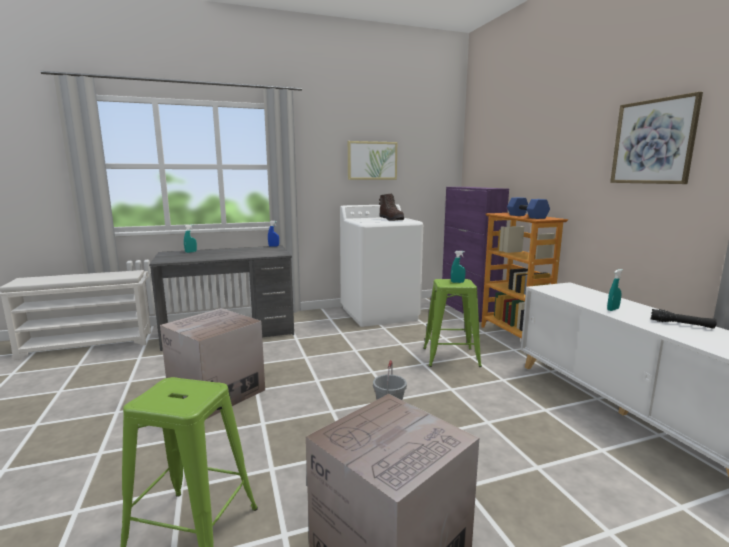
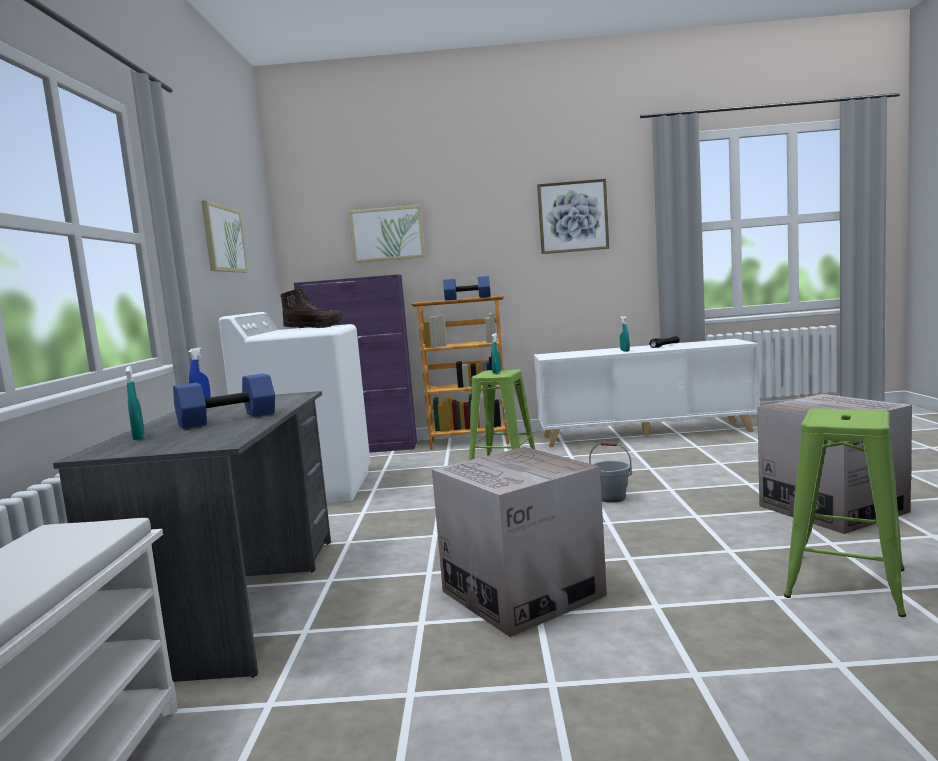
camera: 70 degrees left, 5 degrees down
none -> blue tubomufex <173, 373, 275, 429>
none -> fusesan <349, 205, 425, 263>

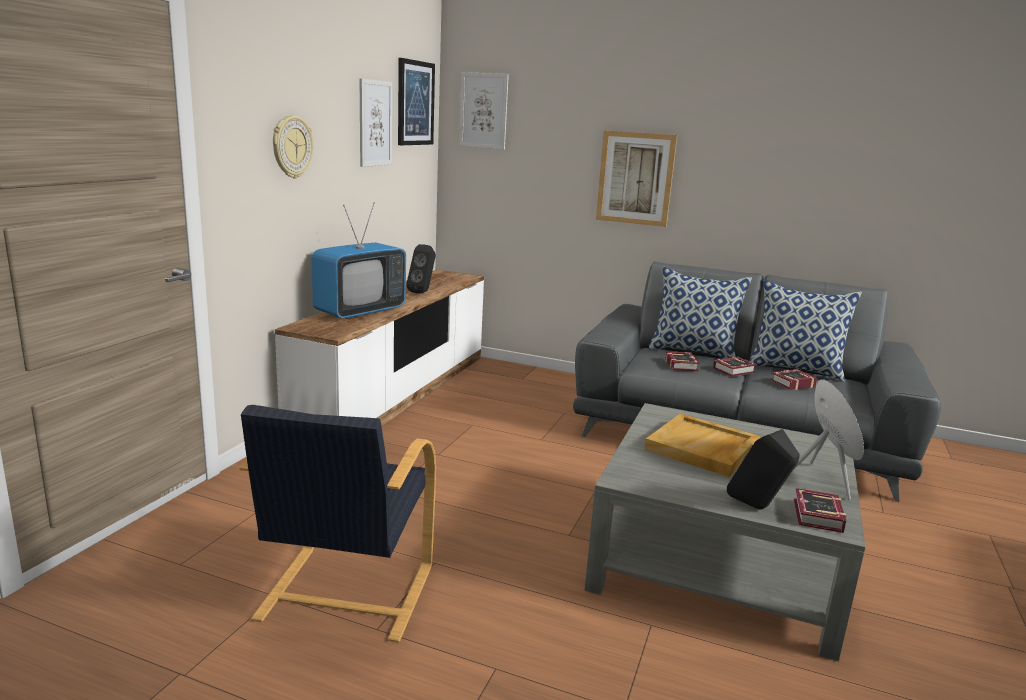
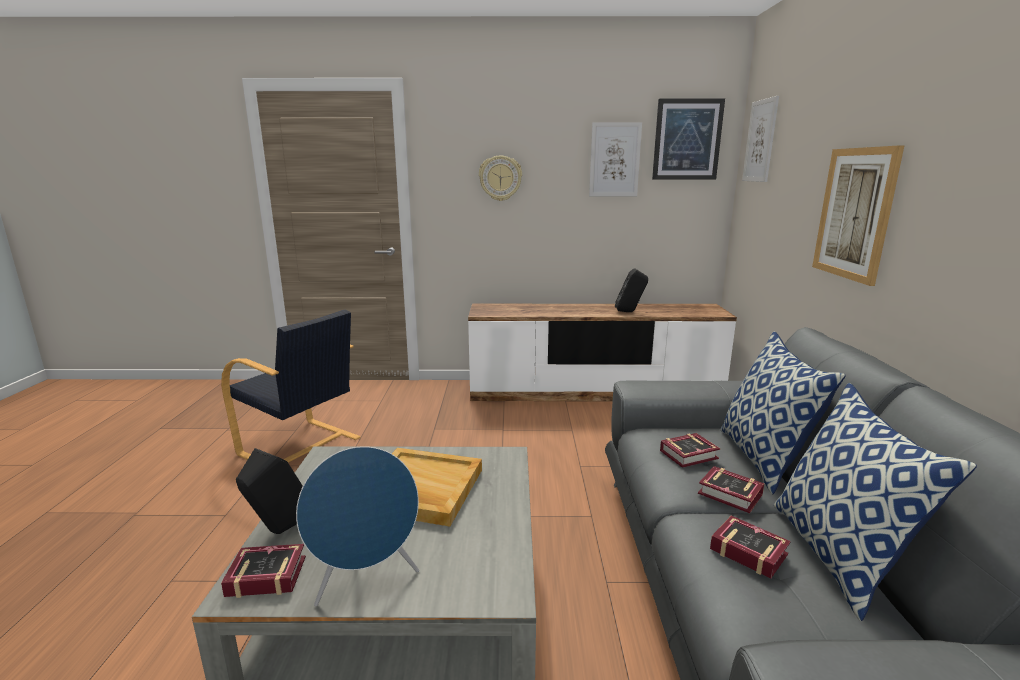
camera: 70 degrees right, 0 degrees up
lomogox <312, 204, 406, 319> -> none
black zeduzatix <239, 405, 436, 642> -> black zeduzatix <221, 310, 361, 463>, 135 degrees counterclockwise

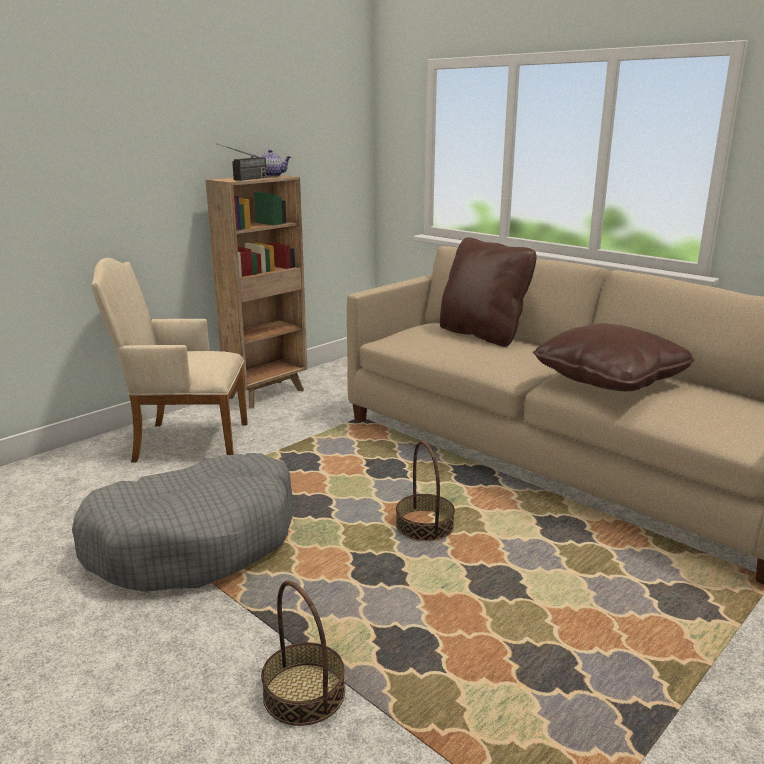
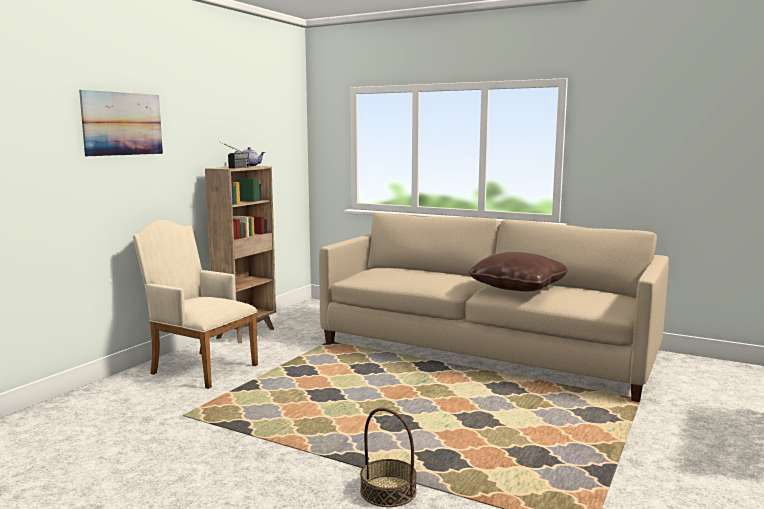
camera: 15 degrees left, 10 degrees down
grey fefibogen <72, 453, 293, 592> -> none
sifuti <396, 441, 455, 541> -> none
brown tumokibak <440, 237, 537, 347> -> none
none -> fusesan <79, 90, 163, 156>
beige zeduzatix <91, 258, 248, 463> -> beige zeduzatix <133, 220, 258, 389>, 45 degrees clockwise

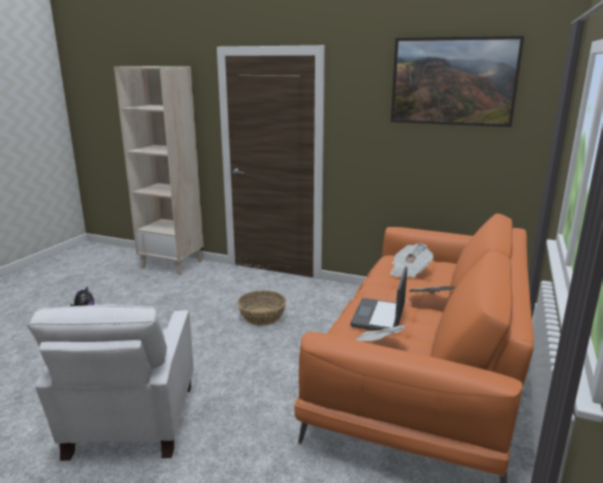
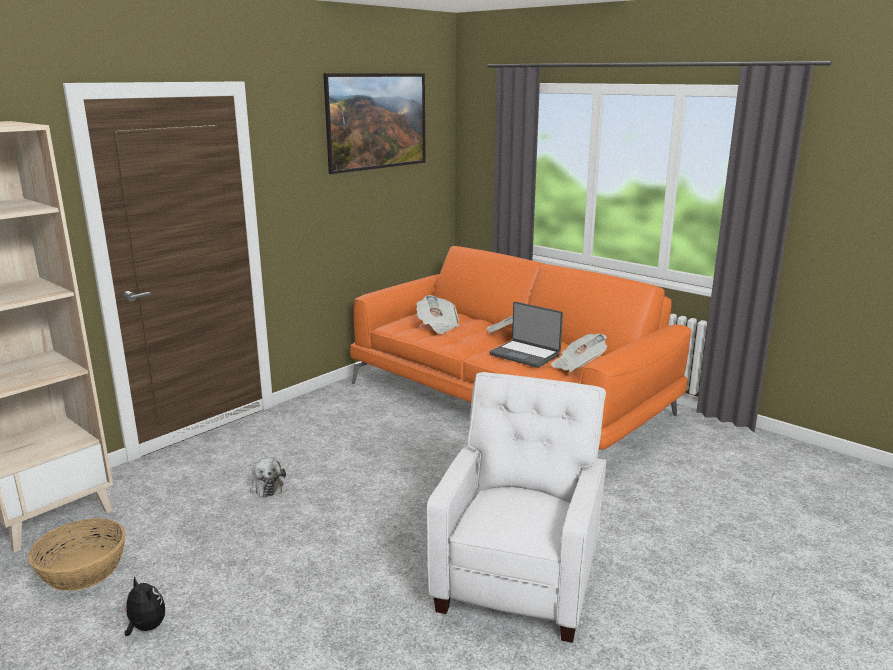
camera: 70 degrees left, 0 degrees up
none -> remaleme <250, 458, 286, 497>
sifuti <237, 290, 286, 325> -> sifuti <28, 518, 126, 591>, move
white zeduzatix <27, 304, 194, 461> -> white zeduzatix <427, 372, 606, 643>, 90 degrees counterclockwise

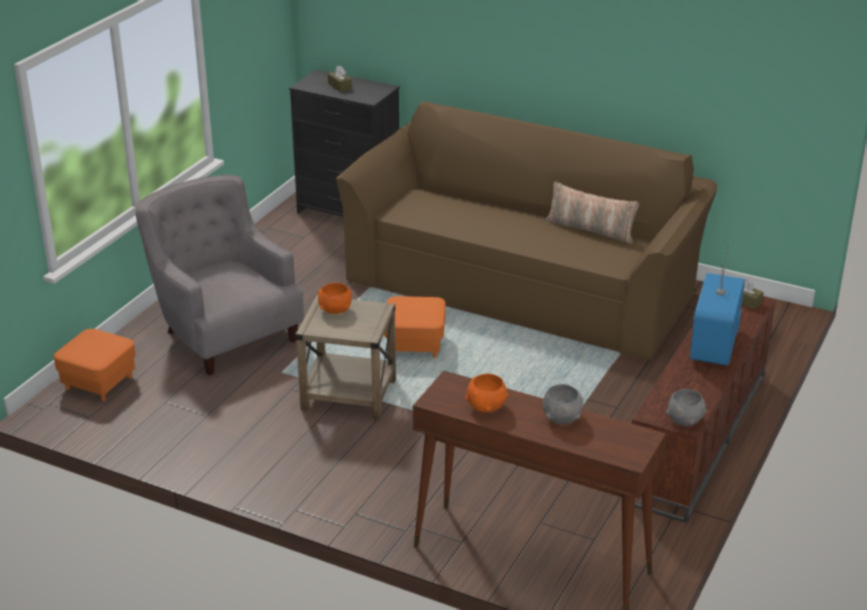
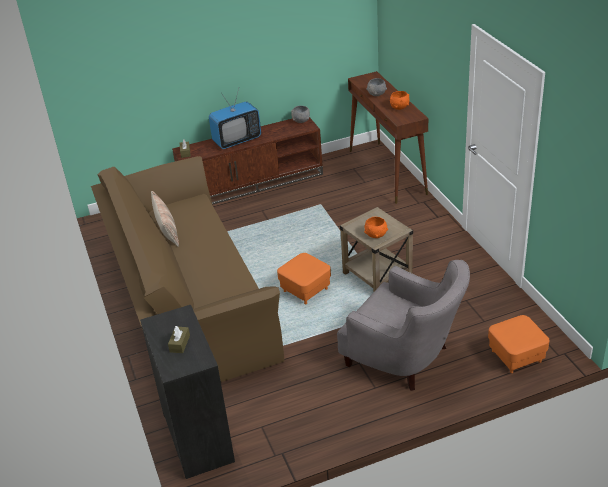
camera: 135 degrees left, 5 degrees up
grey zeduzatix <136, 175, 304, 376> -> grey zeduzatix <337, 260, 470, 391>, 60 degrees counterclockwise

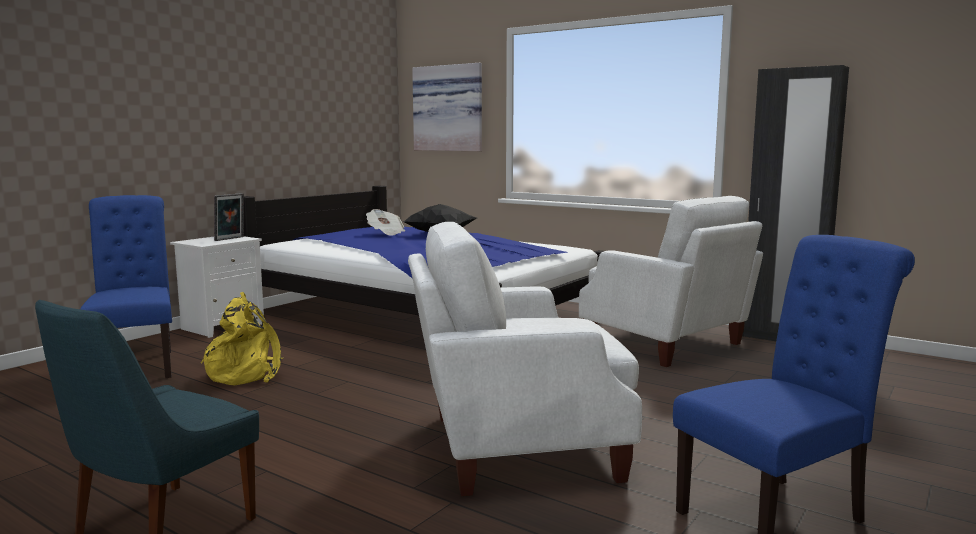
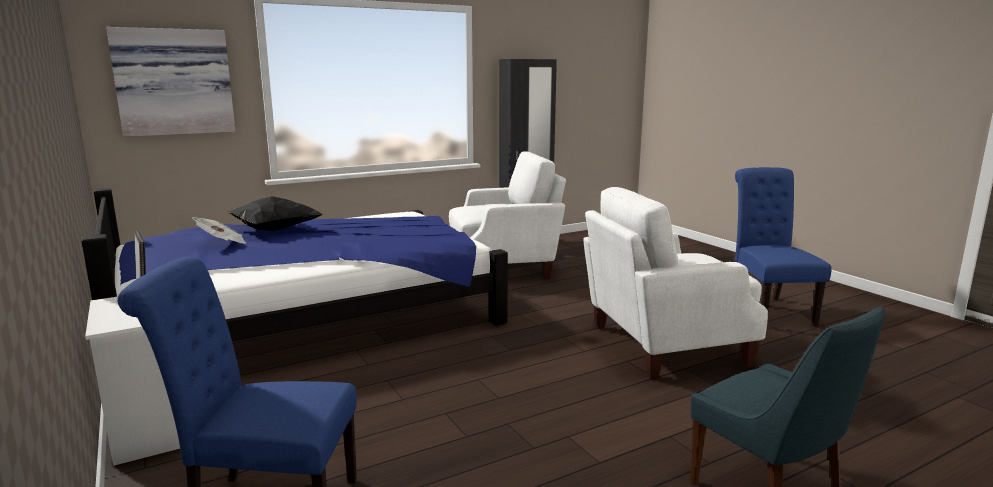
camera: 65 degrees left, 5 degrees up
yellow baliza <201, 292, 284, 385> -> none
white zeduzatix <408, 222, 642, 496> -> white zeduzatix <583, 187, 768, 379>, 60 degrees clockwise

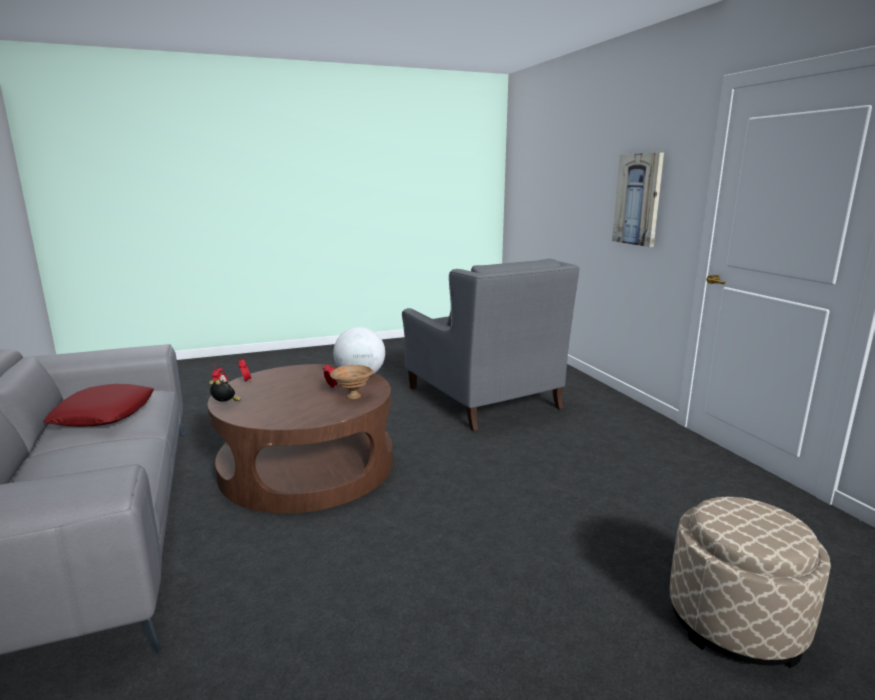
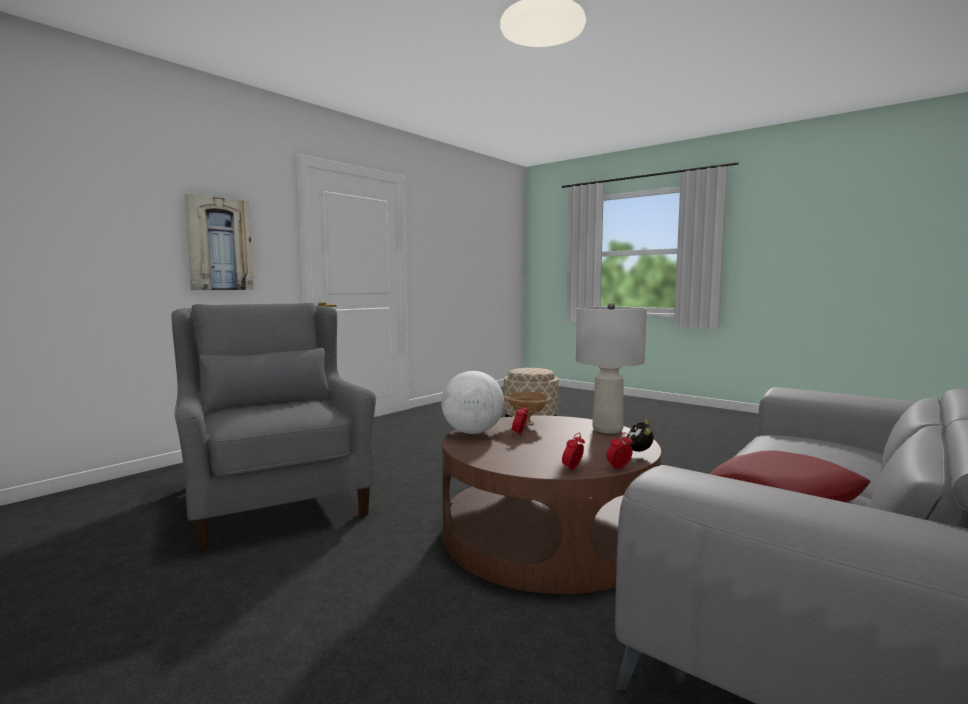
camera: 120 degrees left, 10 degrees down
none -> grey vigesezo <576, 303, 647, 434>
grey zeduzatix <402, 258, 580, 431> -> grey zeduzatix <171, 303, 376, 551>, 60 degrees counterclockwise

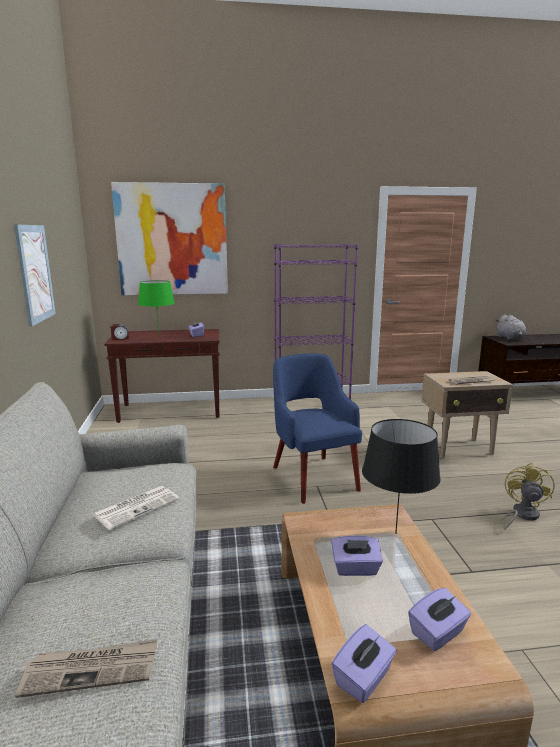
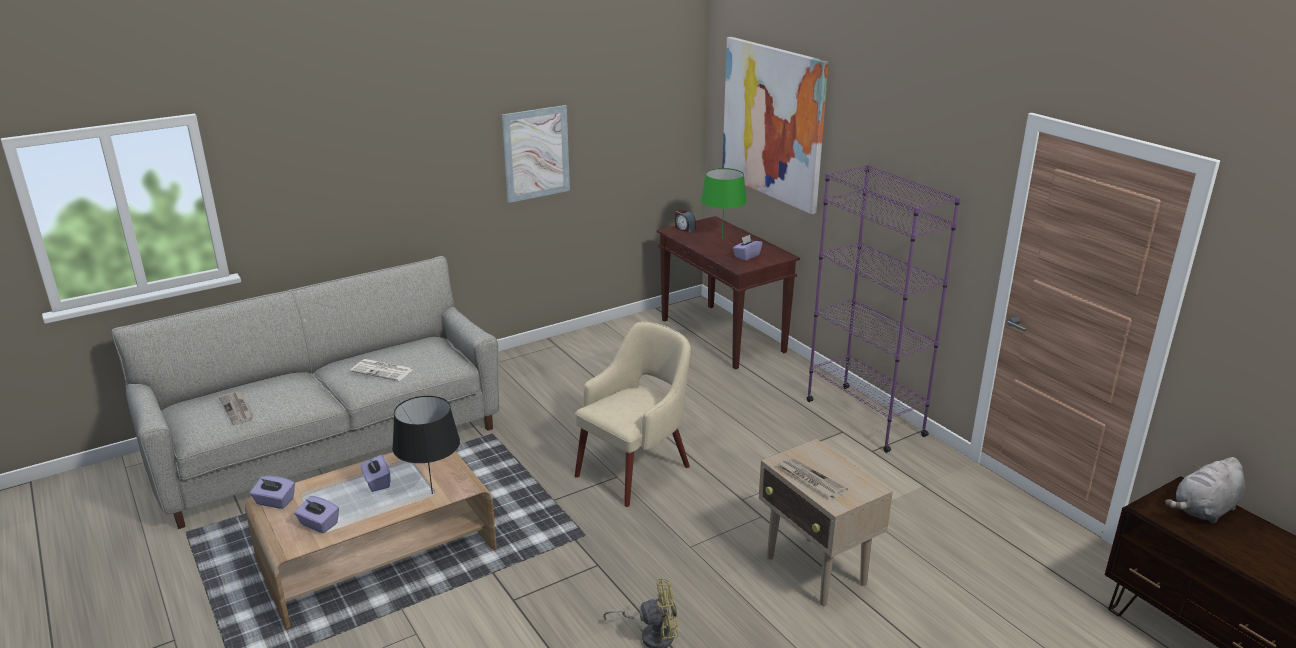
camera: 65 degrees right, 10 degrees up
blue zeduzatix <273, 354, 362, 504> -> beige zeduzatix <575, 322, 691, 507>

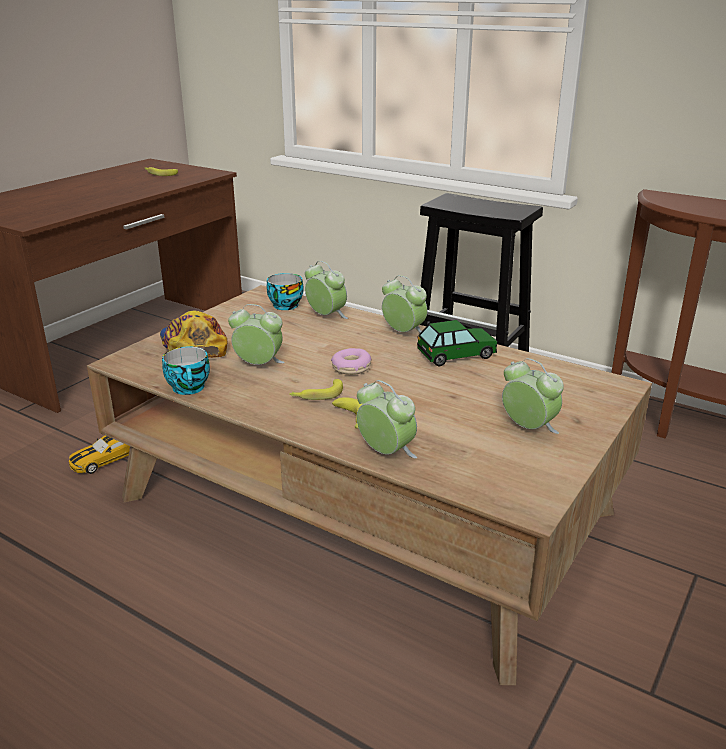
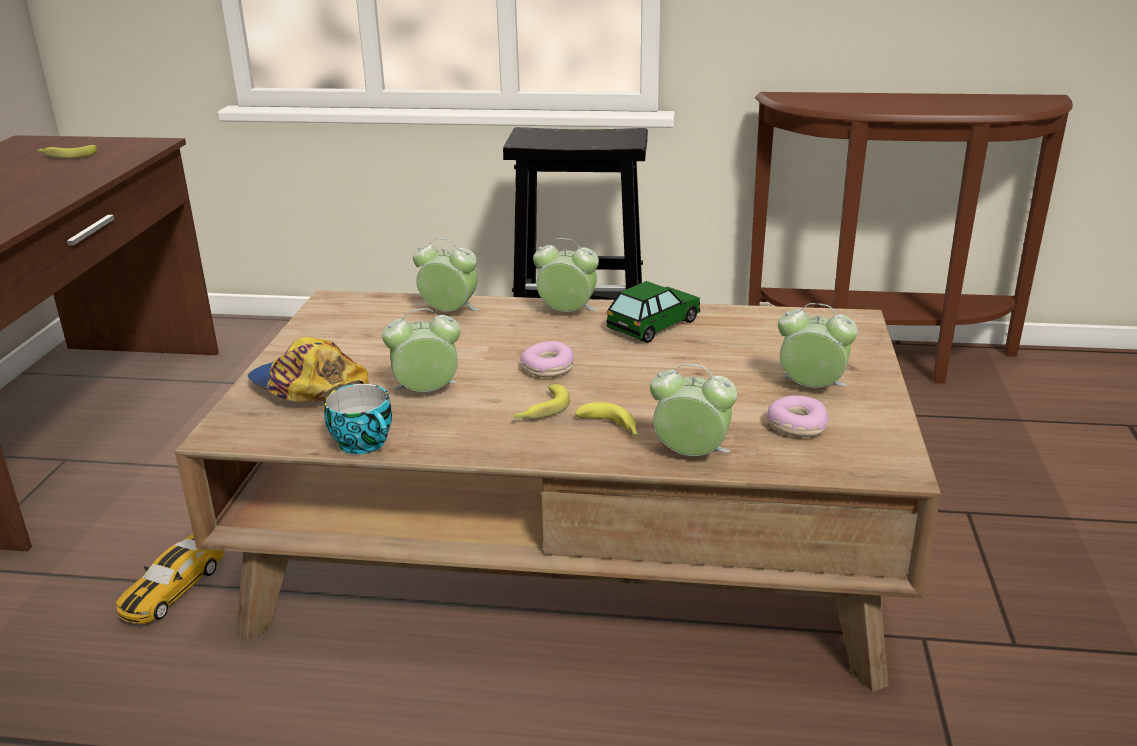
camera: 25 degrees left, 0 degrees up
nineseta <267, 273, 303, 310> -> none
none -> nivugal <767, 395, 829, 437>

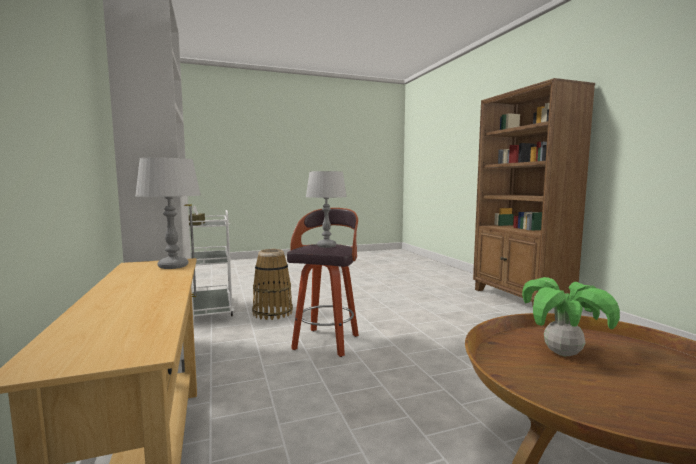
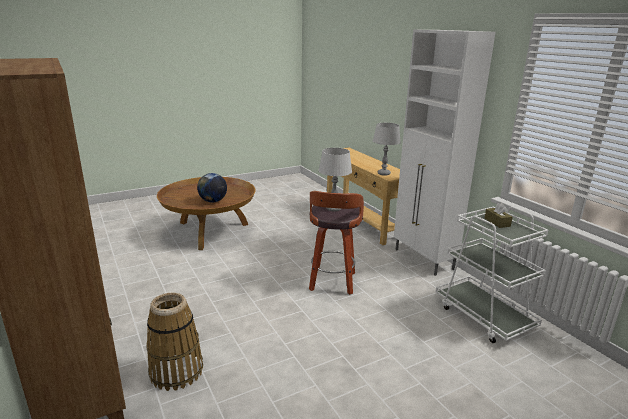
camera: 170 degrees right, 15 degrees up
sifuti <252, 249, 293, 320> -> sifuti <146, 293, 203, 391>, move
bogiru <522, 277, 620, 356> -> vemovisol <197, 173, 227, 202>

